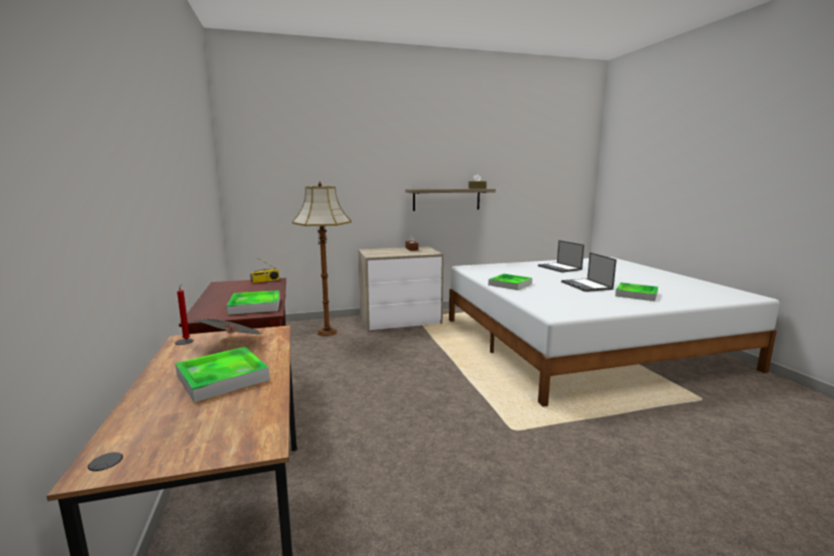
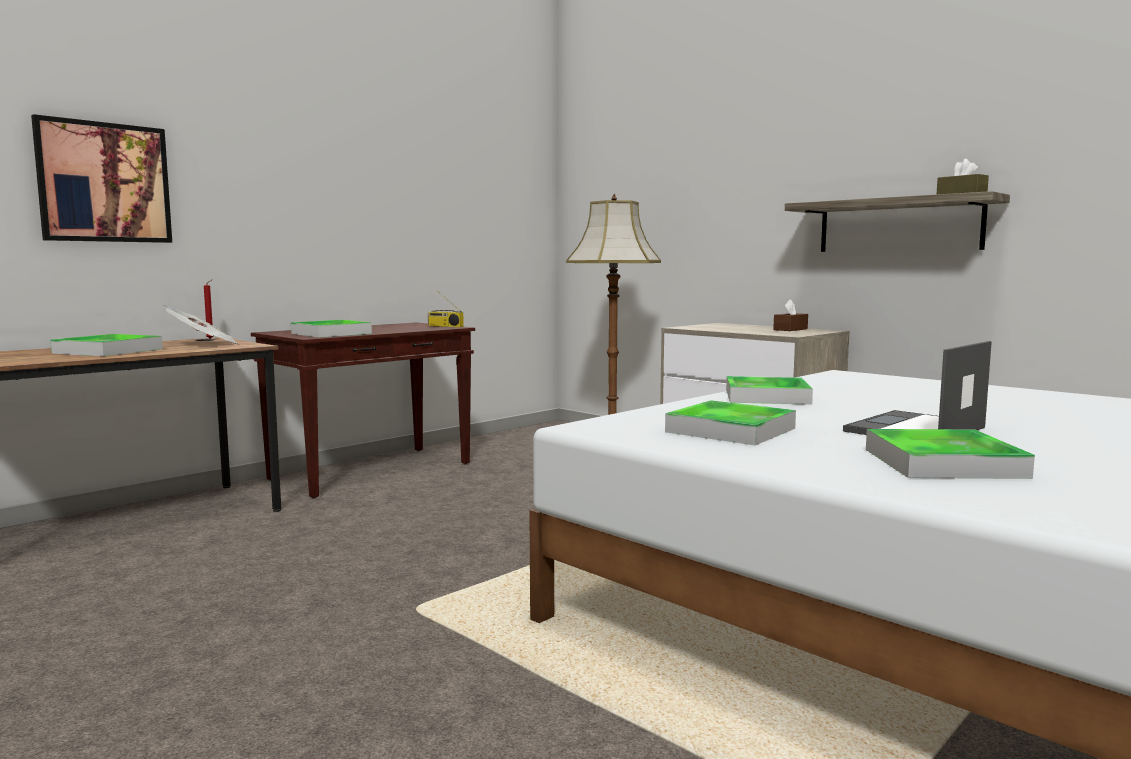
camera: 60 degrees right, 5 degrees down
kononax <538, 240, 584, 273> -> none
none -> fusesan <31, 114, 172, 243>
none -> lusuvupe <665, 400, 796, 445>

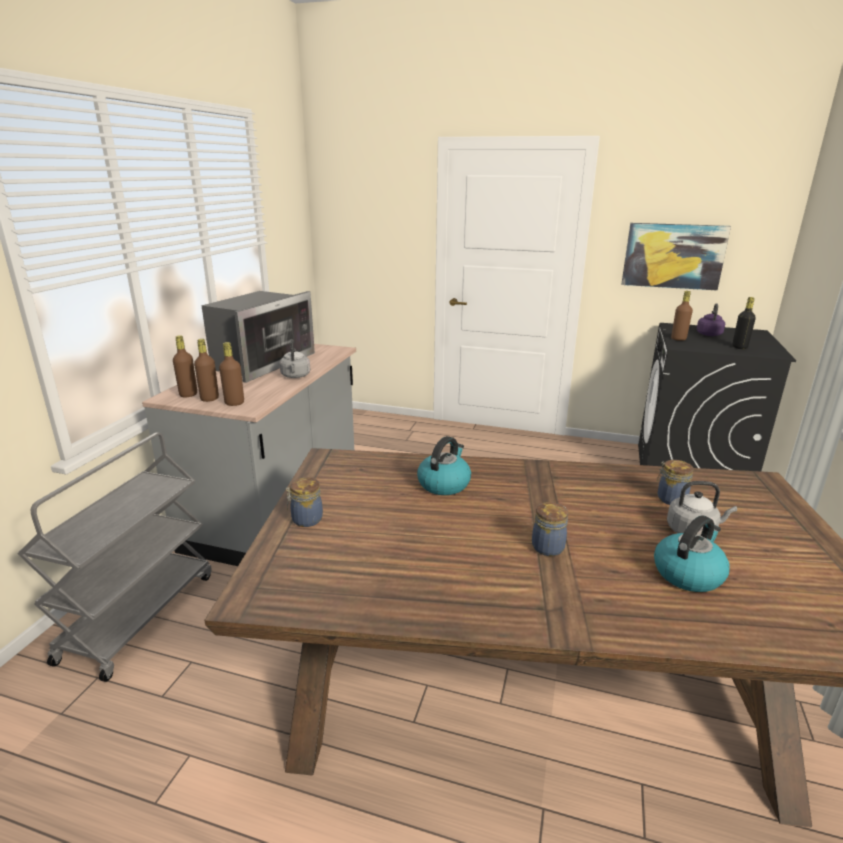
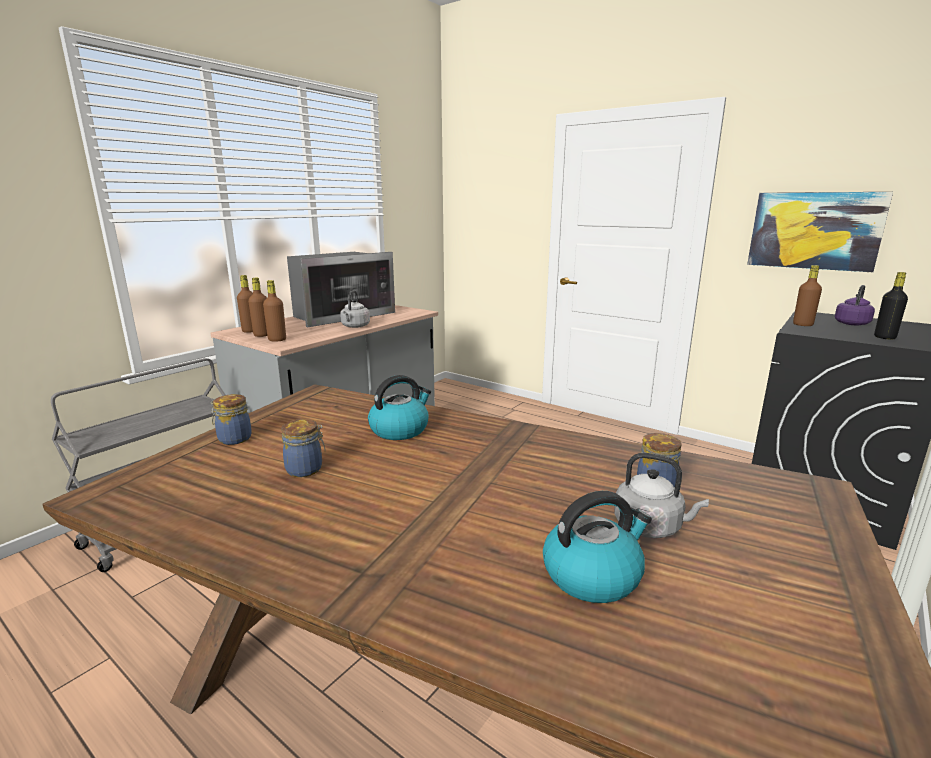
camera: 20 degrees right, 5 degrees down
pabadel <532, 502, 568, 556> -> pabadel <281, 419, 325, 477>, move

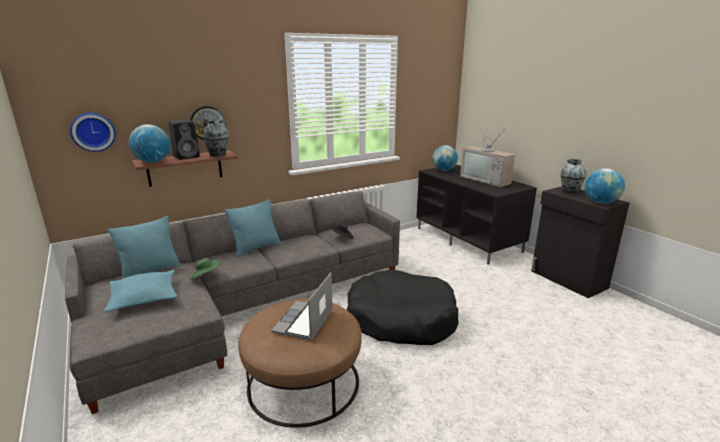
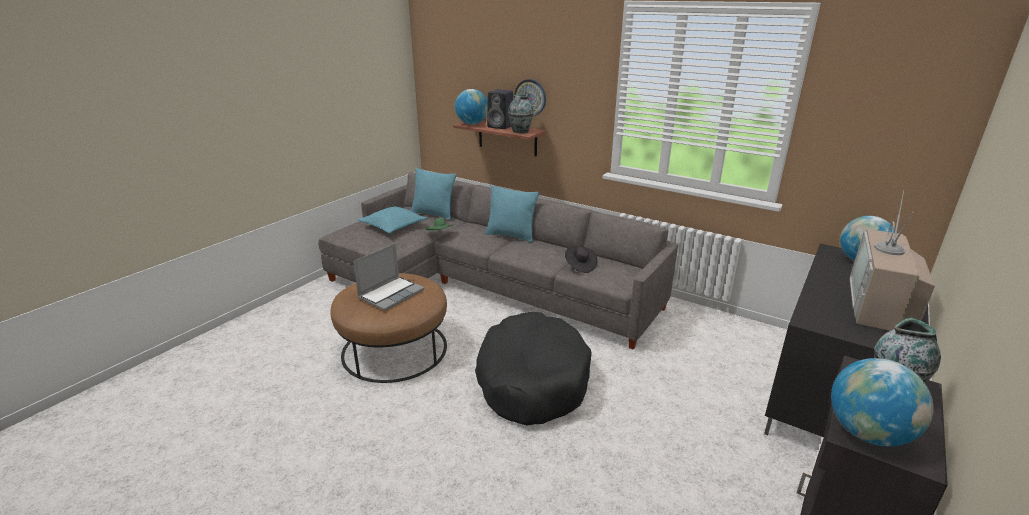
camera: 65 degrees right, 5 degrees up
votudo <70, 113, 116, 152> -> none
kononax <271, 272, 333, 341> -> kononax <353, 243, 425, 311>, 135 degrees clockwise

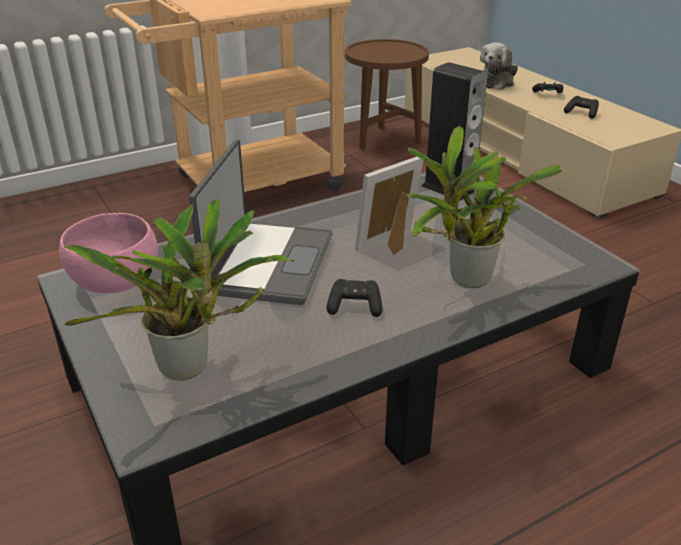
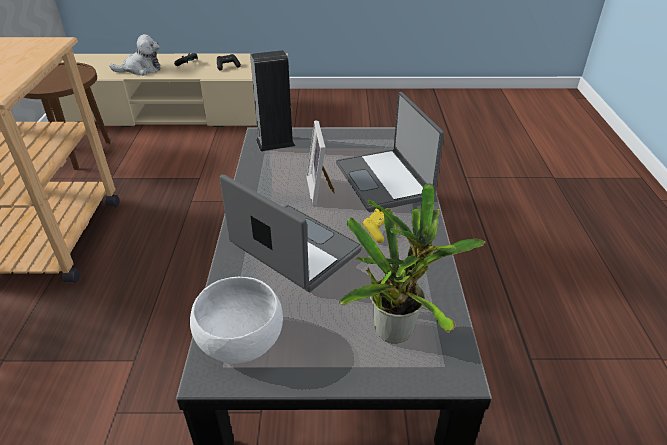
camera: 60 degrees left, 5 degrees up
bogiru <407, 126, 563, 288> -> kononax <336, 92, 444, 212>
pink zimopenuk <59, 213, 158, 293> -> white zimopenuk <190, 277, 283, 364>
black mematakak <326, 279, 382, 317> -> yellow mematakak <362, 209, 397, 243>
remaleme <480, 42, 518, 90> -> remaleme <109, 34, 160, 76>, 75 degrees counterclockwise

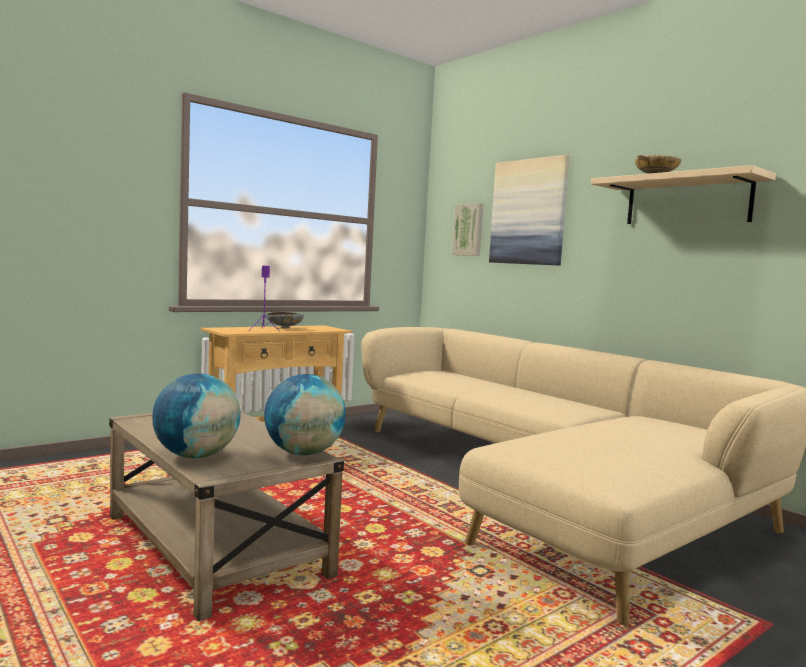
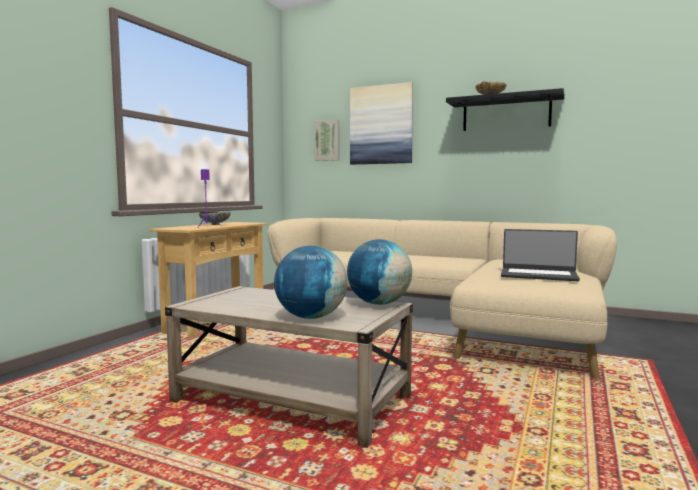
camera: 25 degrees left, 0 degrees up
none -> kononax <501, 229, 580, 281>
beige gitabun <591, 165, 776, 224> -> black gitabun <446, 88, 565, 131>

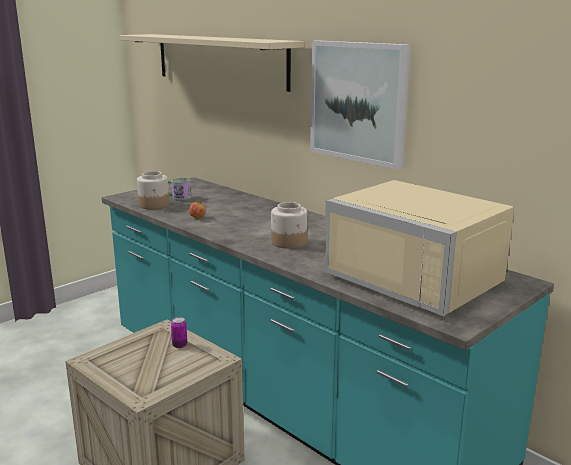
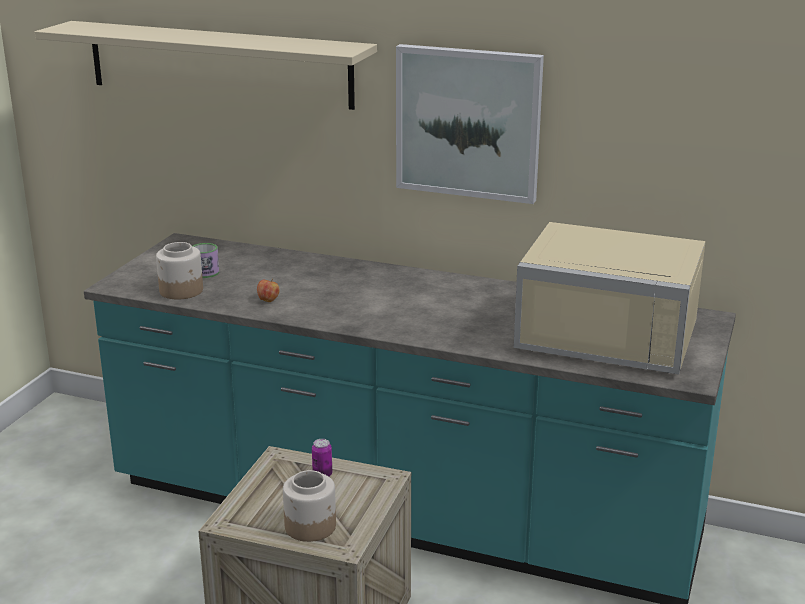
camera: 25 degrees left, 5 degrees up
pabadel <271, 202, 307, 249> -> pabadel <283, 470, 336, 542>, move

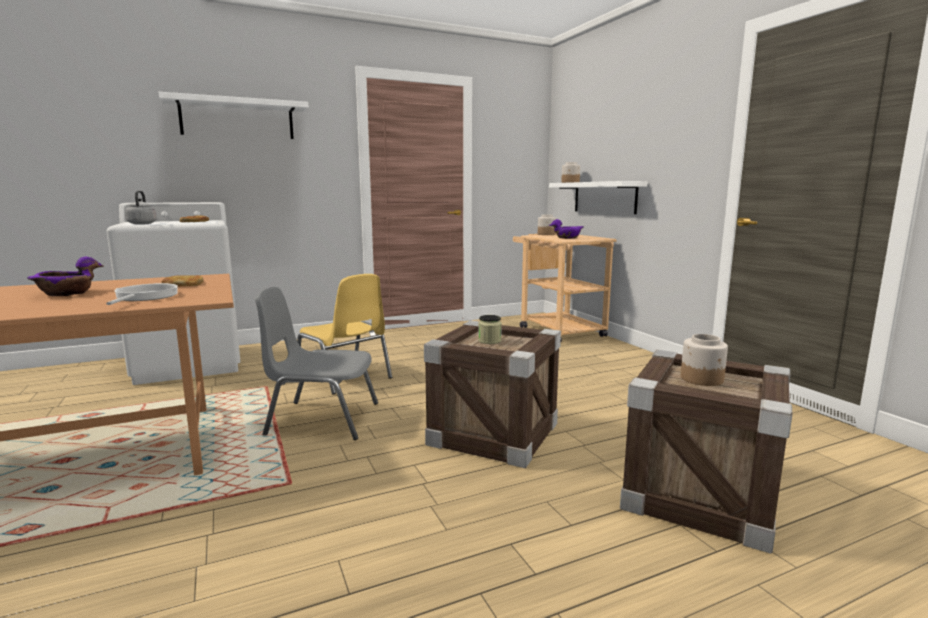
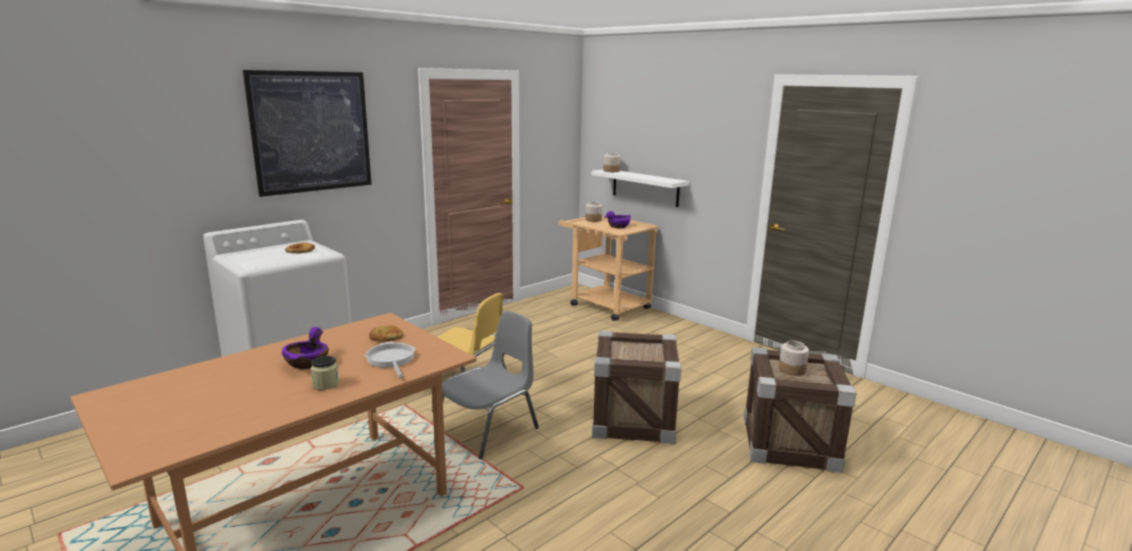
camera: 20 degrees left, 5 degrees up
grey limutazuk <125, 191, 157, 225> -> none
pabadel <478, 315, 502, 344> -> pabadel <311, 356, 339, 390>, move
white gitabun <159, 92, 308, 139> -> fusesan <243, 70, 371, 197>
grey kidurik <255, 287, 378, 440> -> grey kidurik <442, 311, 539, 459>, 150 degrees clockwise

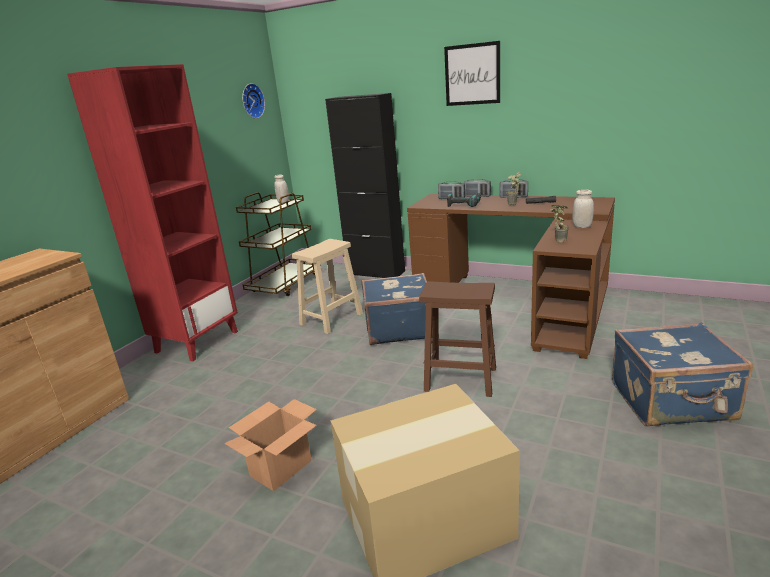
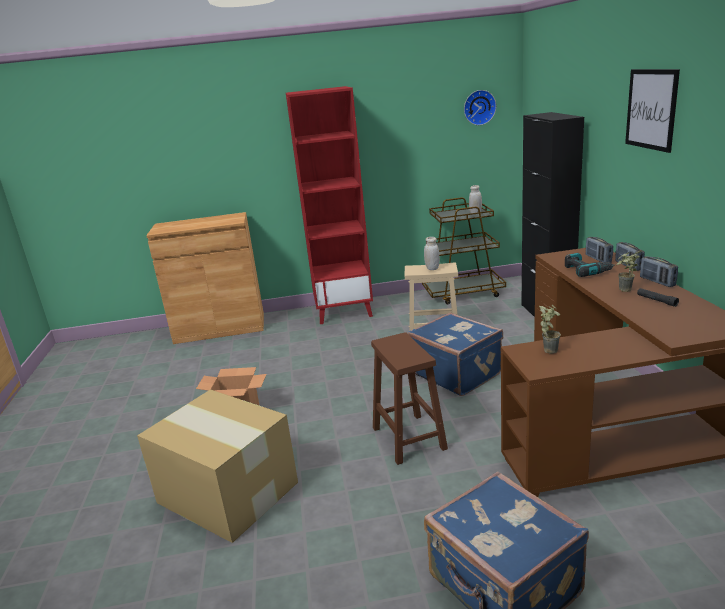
camera: 55 degrees right, 0 degrees up
white pabadel <572, 190, 594, 228> -> white pabadel <424, 237, 440, 270>, move

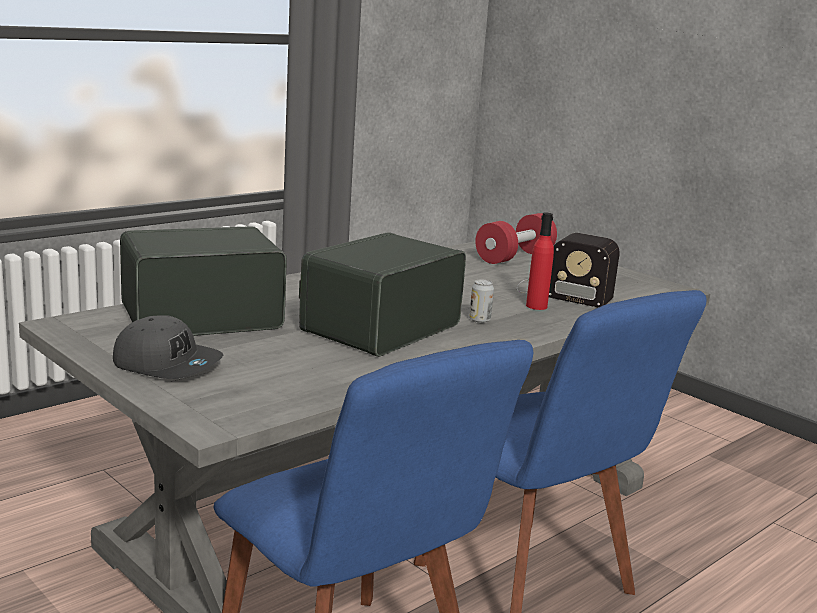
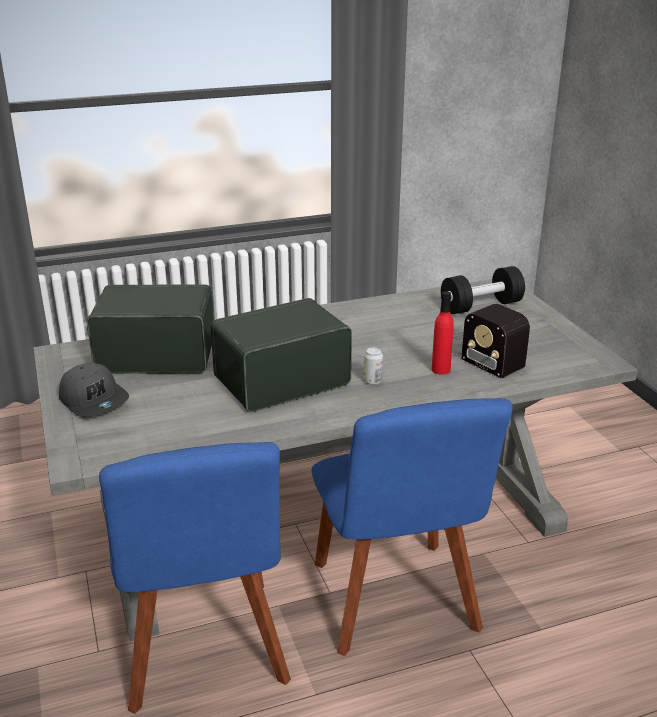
camera: 25 degrees right, 10 degrees up
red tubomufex <475, 213, 557, 264> -> black tubomufex <441, 266, 525, 314>

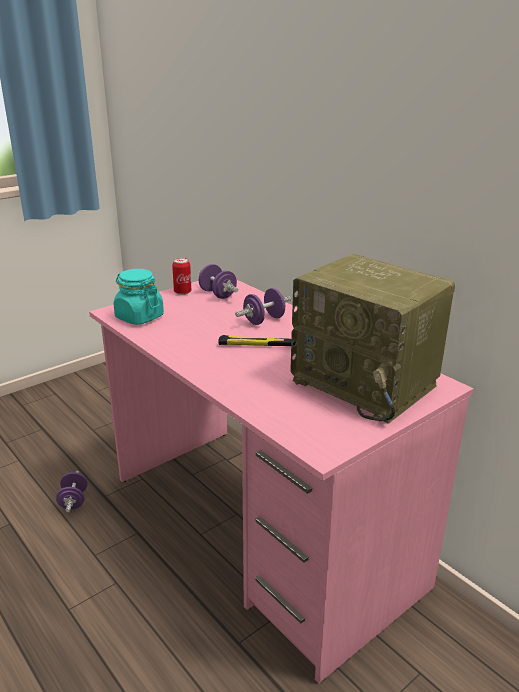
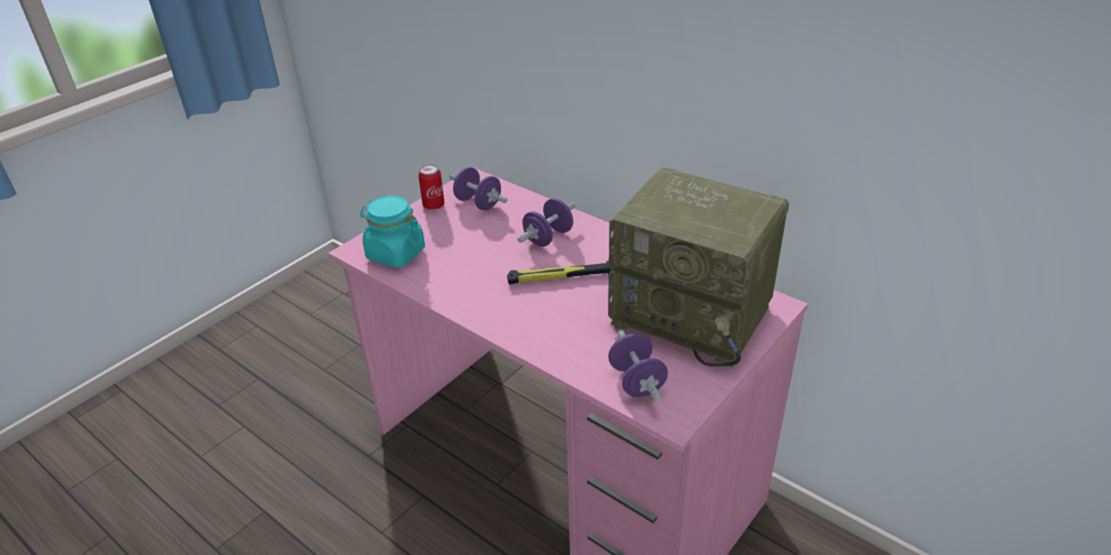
camera: 10 degrees left, 10 degrees up
purple tubomufex <56, 471, 88, 512> -> purple tubomufex <608, 330, 668, 402>, move

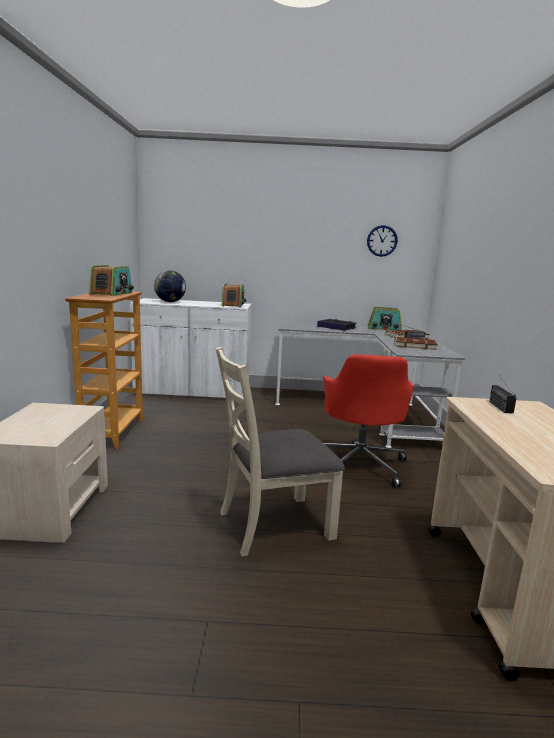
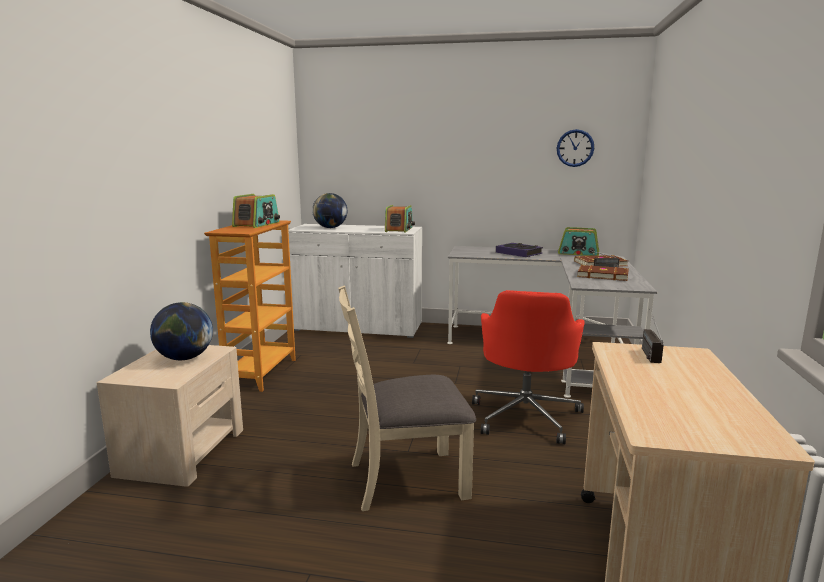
camera: 10 degrees right, 0 degrees up
none -> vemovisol <150, 302, 213, 360>

